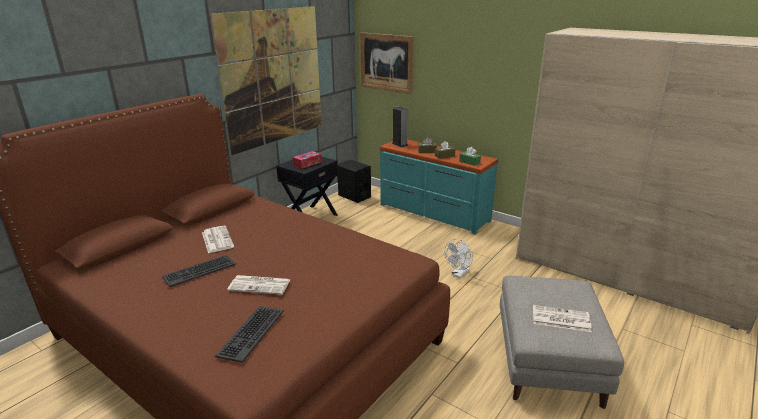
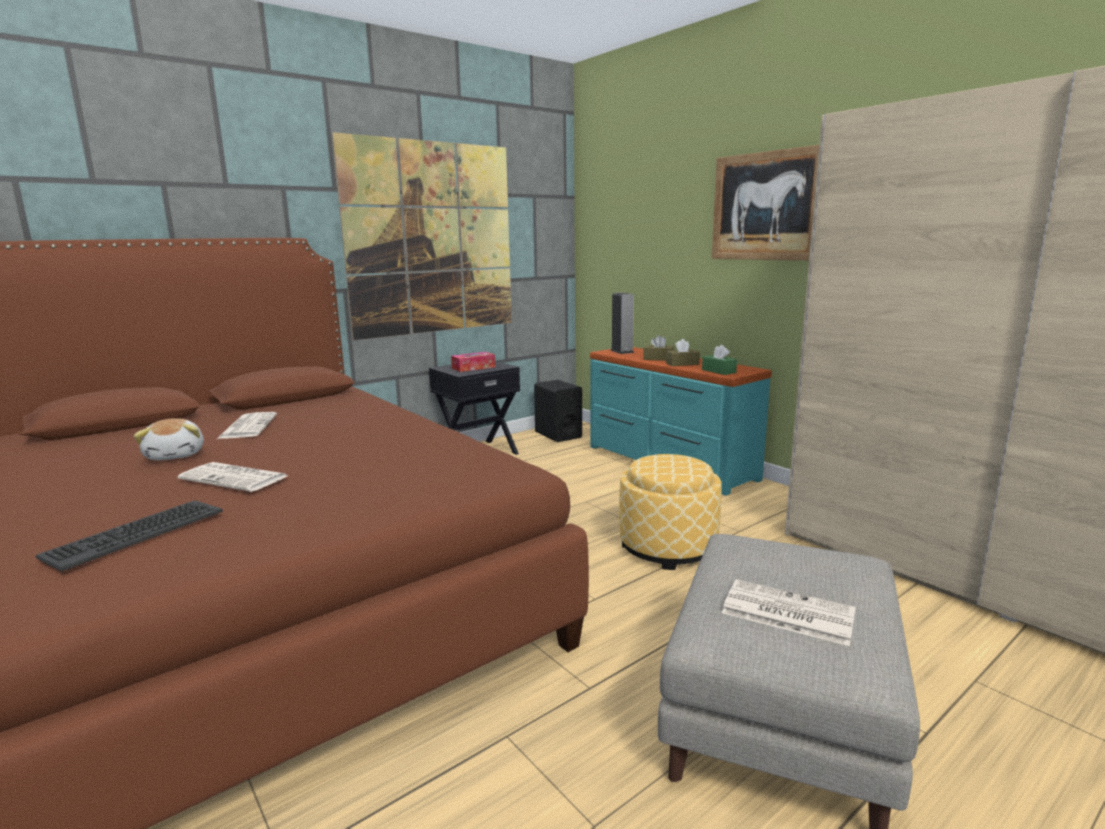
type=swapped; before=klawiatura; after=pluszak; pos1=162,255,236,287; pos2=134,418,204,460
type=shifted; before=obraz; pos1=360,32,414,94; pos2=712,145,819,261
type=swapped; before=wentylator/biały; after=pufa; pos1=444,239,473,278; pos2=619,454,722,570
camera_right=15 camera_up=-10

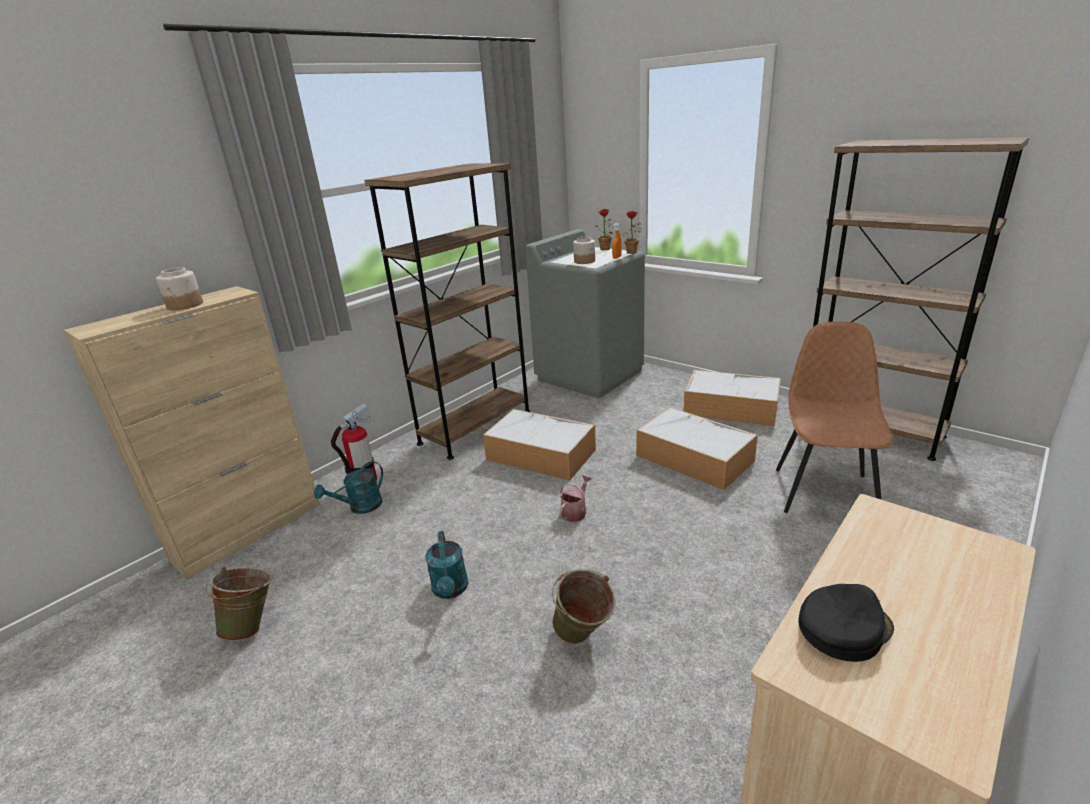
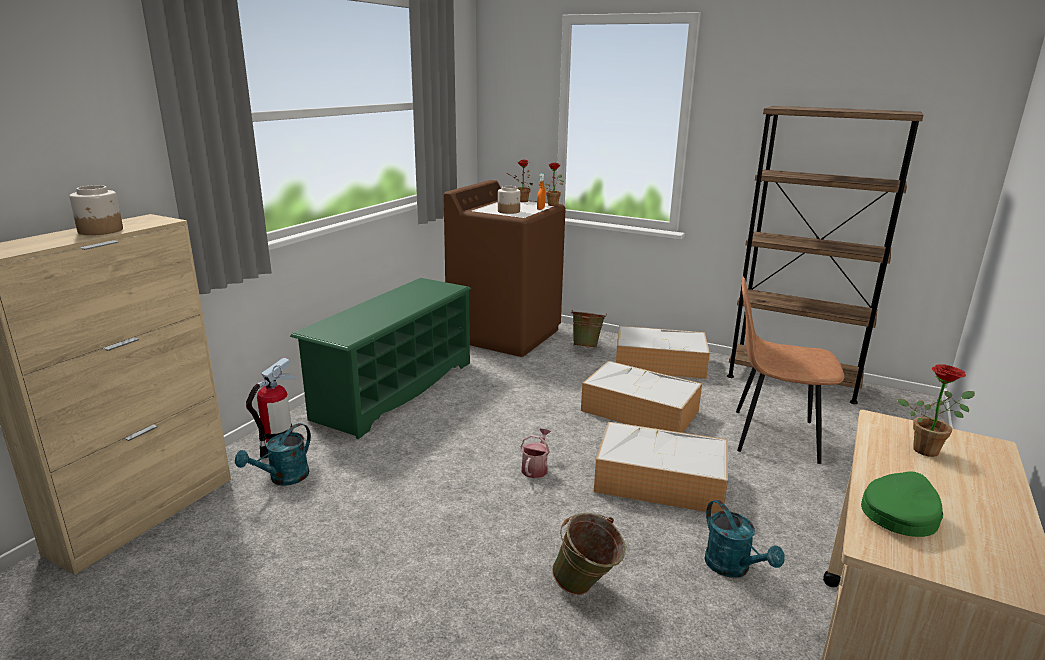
type=shifted; before=wiadro/zielony; pos1=206,567,272,641; pos2=571,310,607,348
type=swapped; before=regał/brązowy; after=regał na buty/zielony; pos1=364,163,530,460; pos2=290,278,472,439
type=shifted; before=konewka/turkusowy; pos1=425,531,468,599; pos2=704,500,785,577
type=shifted; before=pojemnik do przechowywania; pos1=483,409,596,480; pos2=594,422,728,513
type=repainted; before=pralka/szary; after=pralka/brązowy; pos1=525,229,645,398; pos2=444,180,566,357
type=rotated; before=krzesło/brązowy; pos1=776,322,894,513; pos2=736,276,844,464; turn=-75
type=repainted; before=czapka z daszkiem/czarny; after=czapka z daszkiem/zielony; pos1=799,584,894,662; pos2=861,471,943,537
type=new; after=roślina doniczkowa; pos2=897,364,975,457
camera_right=-15 camera_up=-5

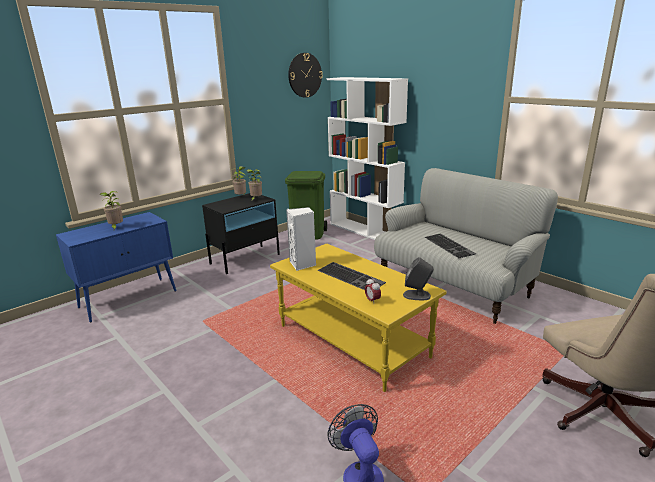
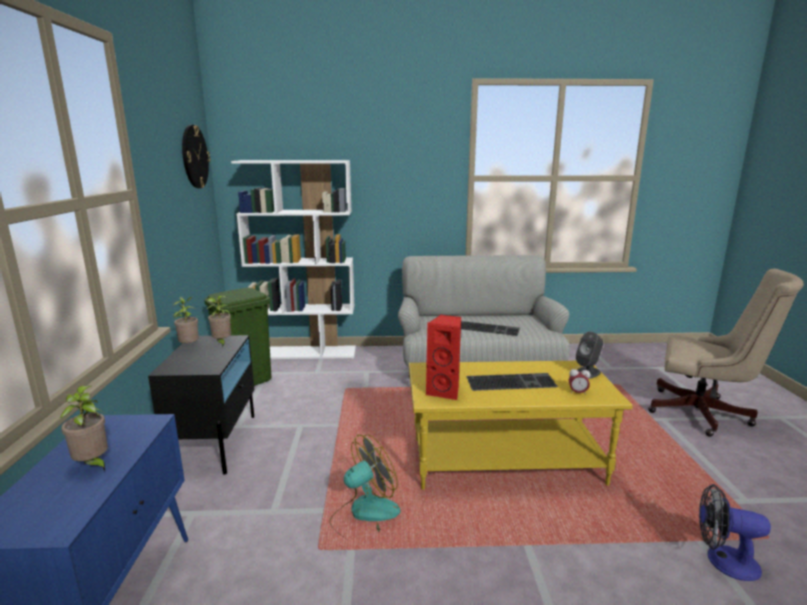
type=repainted; before=głośnik/biały; after=głośnik/czerwony; pos1=286,207,316,271; pos2=426,315,461,400
type=new; after=wentylator; pos2=330,434,400,538
camera_right=-50 camera_up=-5

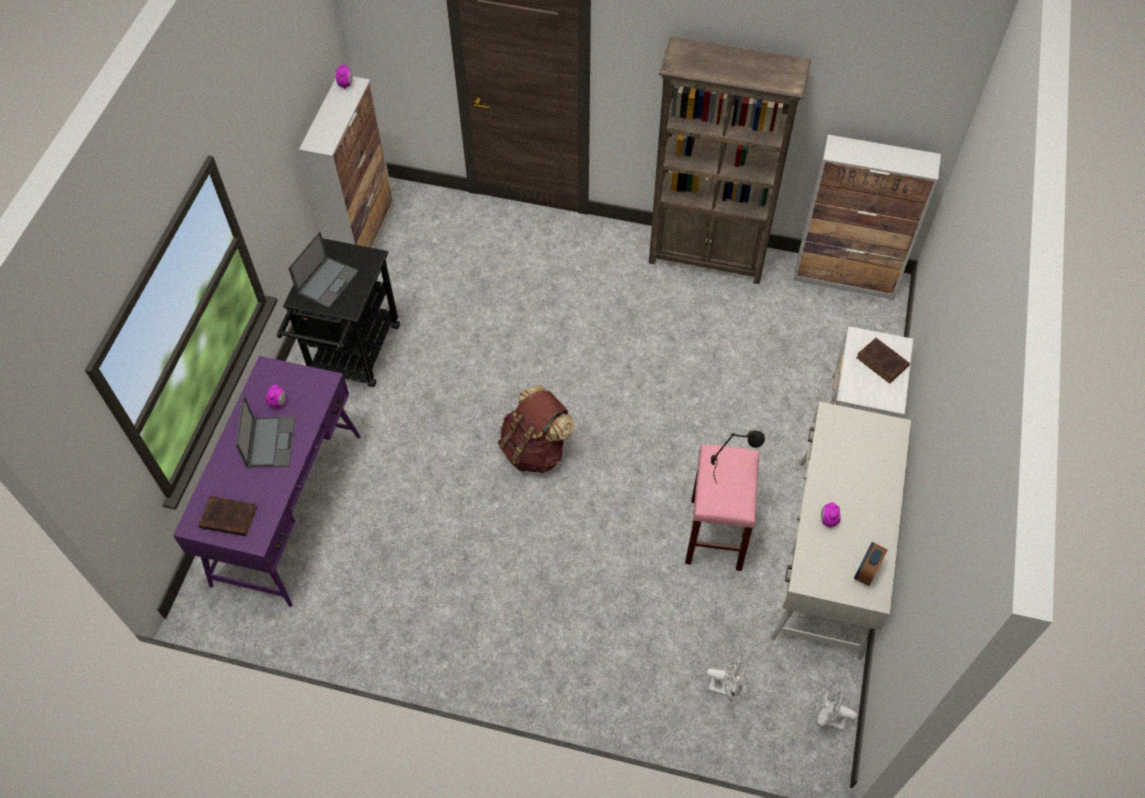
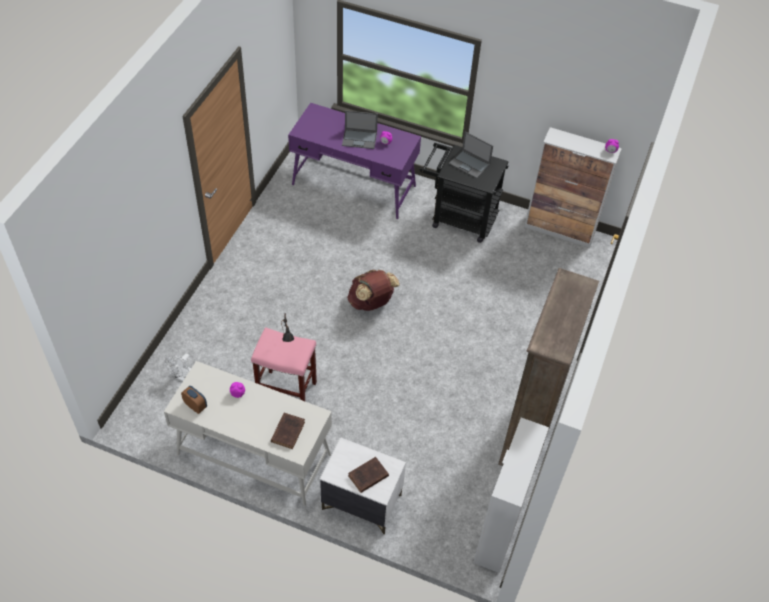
type=shifted; before=książka/brązowy; pos1=199,496,257,536; pos2=271,413,305,449
type=gone; before=wentylator/biały; pos1=814,682,857,731
camera_right=95 camera_up=-5

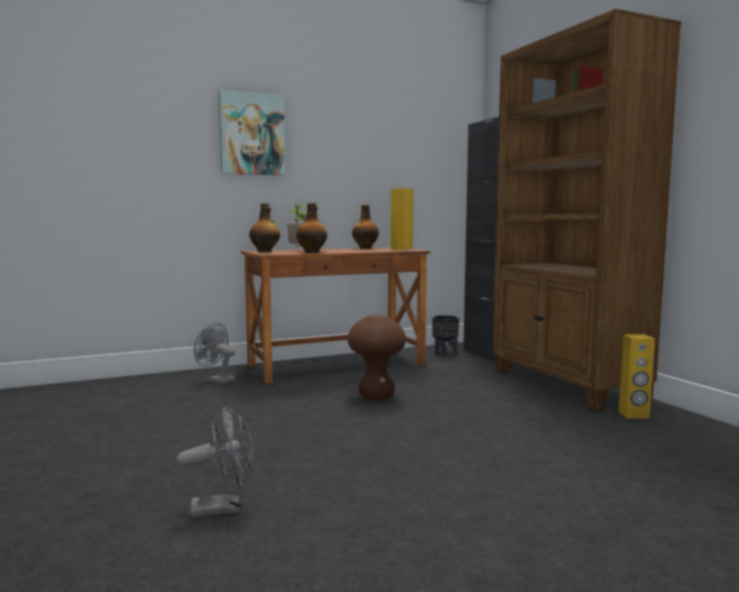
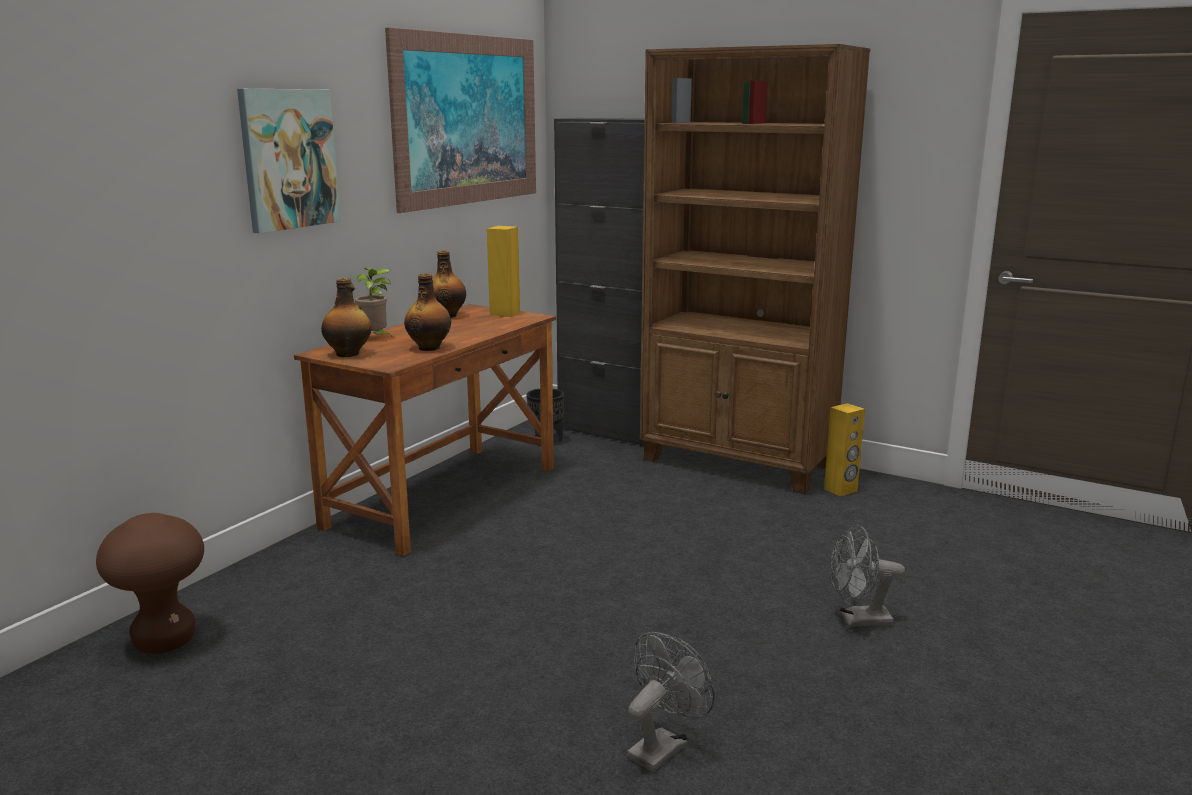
type=shifted; before=wentylator/szary; pos1=194,323,235,384; pos2=830,525,905,627
type=shifted; before=stołek/brązowy; pos1=347,315,406,400; pos2=96,513,204,654
type=new; after=obraz; pos2=385,27,536,213
camera_right=-35 camera_up=10

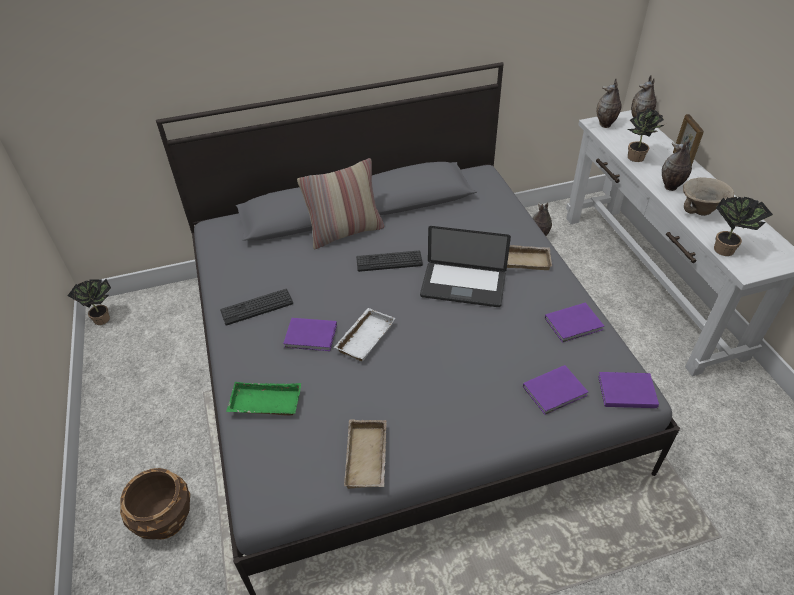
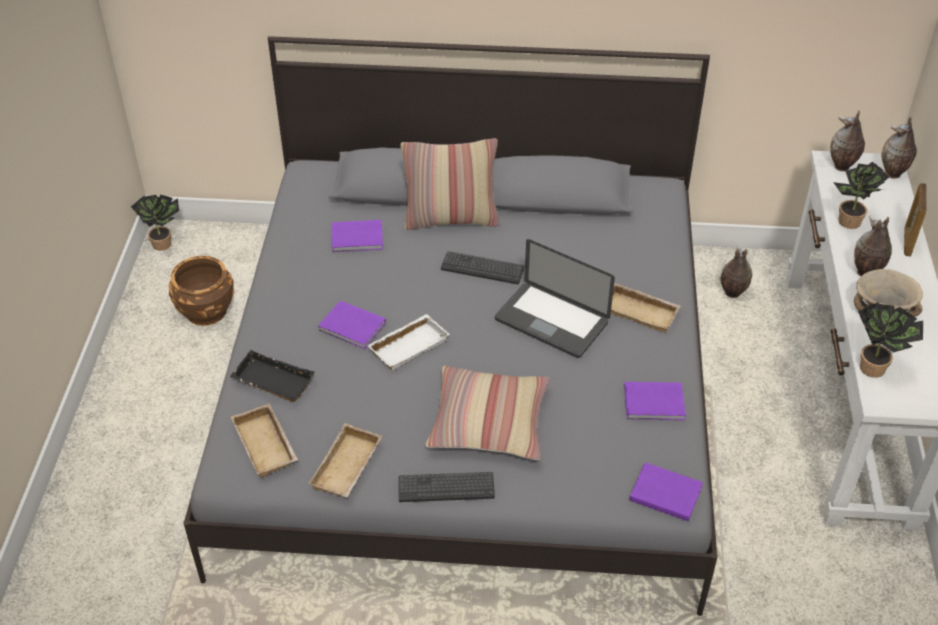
type=shifted; before=donica/brązowy; pos1=120,468,190,540; pos2=169,256,234,326
type=shifted; before=klawiatura; pos1=220,289,293,326; pos2=398,472,495,502
type=repainted; before=taca/zielony; after=taca/czarny; pos1=226,382,301,416; pos2=229,350,315,402
type=shifted; before=książka/fioletowy; pos1=523,365,588,415; pos2=332,220,383,252
type=new; after=taca/beżowy; pos2=231,403,298,478
type=new; after=poduszka; pos2=425,366,550,460
camera_right=20 camera_up=0

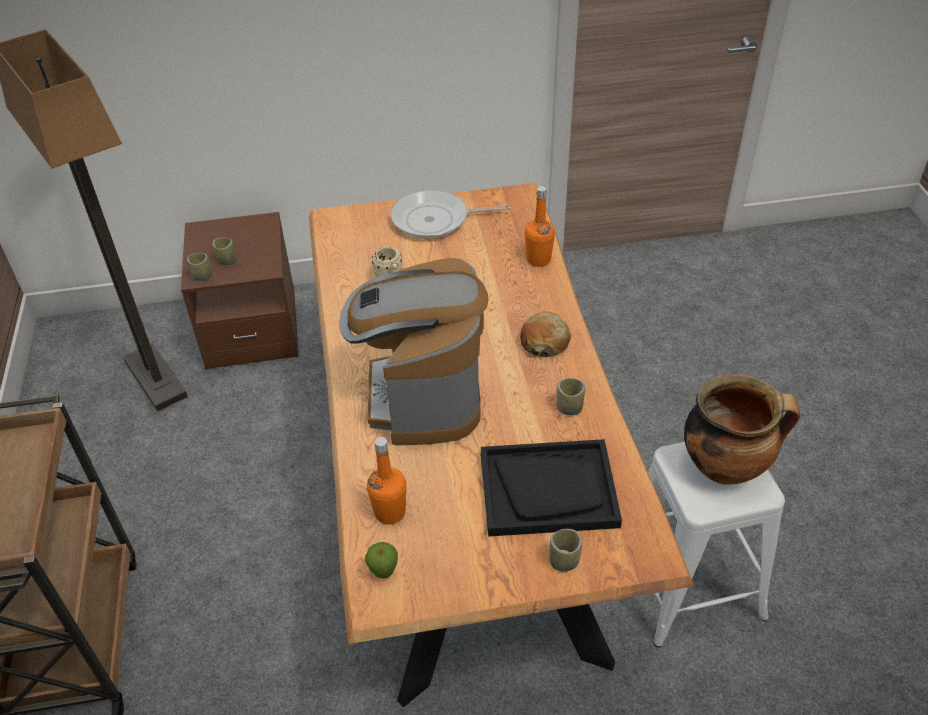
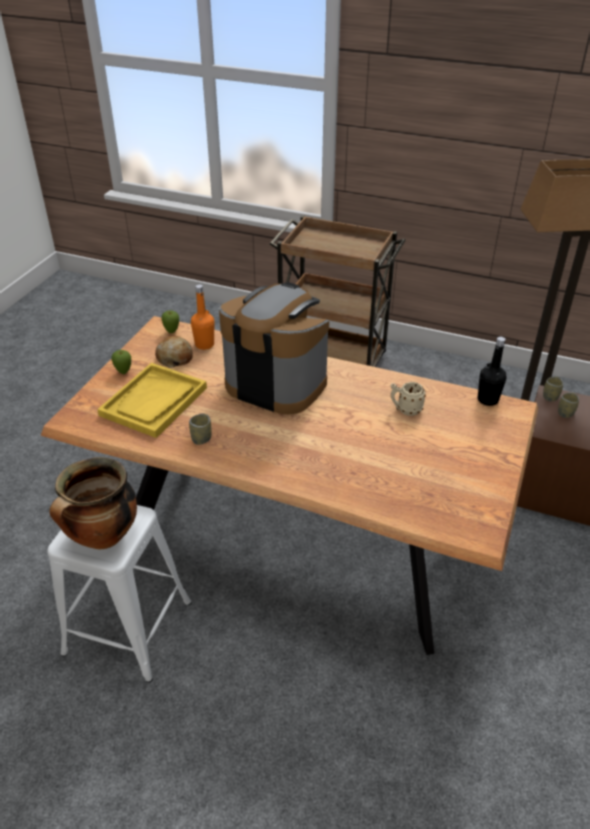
type=gone; before=patelnia; pos1=390,190,510,239
type=repainted; before=taca/czarny; after=taca/żółty; pos1=481,439,622,536; pos2=97,363,207,438
type=shifted; before=chleb; pos1=520,311,571,357; pos2=155,336,193,368
type=gone; before=butelka/pomarańczowy; pos1=525,186,555,267
type=gone; before=filiżanka; pos1=549,529,582,572
type=new; after=jabłko; pos2=111,350,131,374
type=new; after=butelka/czarny; pos2=478,337,506,406
camera_right=120 camera_up=-5

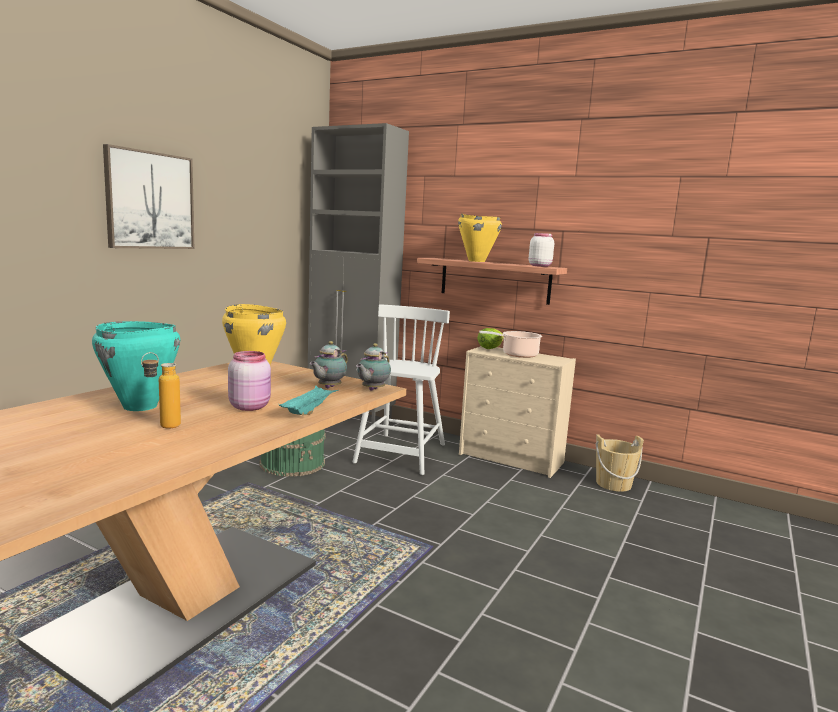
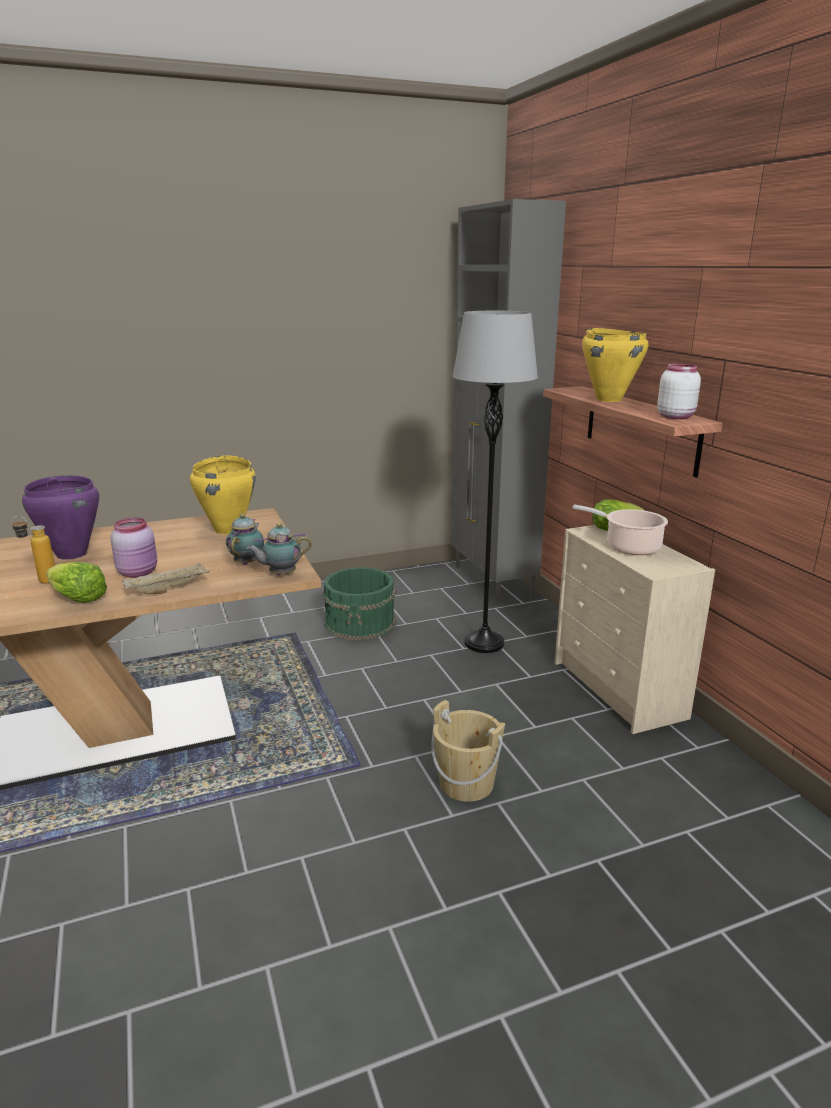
type=repainted; before=garnek/turkusowy; after=garnek/fioletowy; pos1=92,321,180,411; pos2=22,475,99,560
type=gone; before=obraz; pos1=103,144,194,249
type=repainted; before=taca/turkusowy; after=taca/beżowy; pos1=279,385,338,415; pos2=122,562,210,594
type=rotated; before=imbryk; pos1=309,341,348,388; pos2=226,514,264,565; turn=120
type=swapped; before=krzesło/biały; after=lampa stojąca/szary; pos1=353,304,450,475; pos2=453,311,538,653
type=shifted; before=wiadro/beżowy; pos1=596,434,644,492; pos2=432,700,505,802
type=new; after=sałata; pos2=46,562,107,603
camera_right=40 camera_up=10

